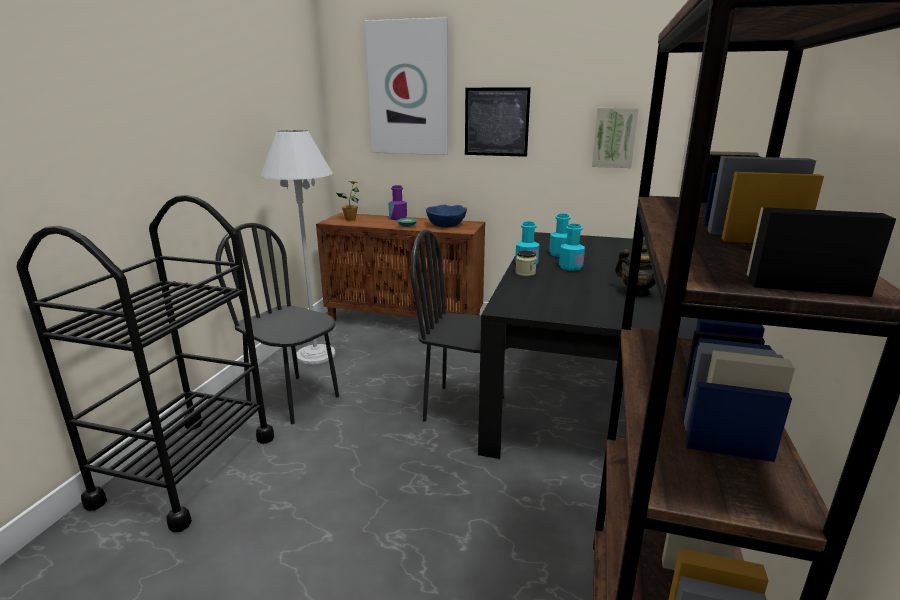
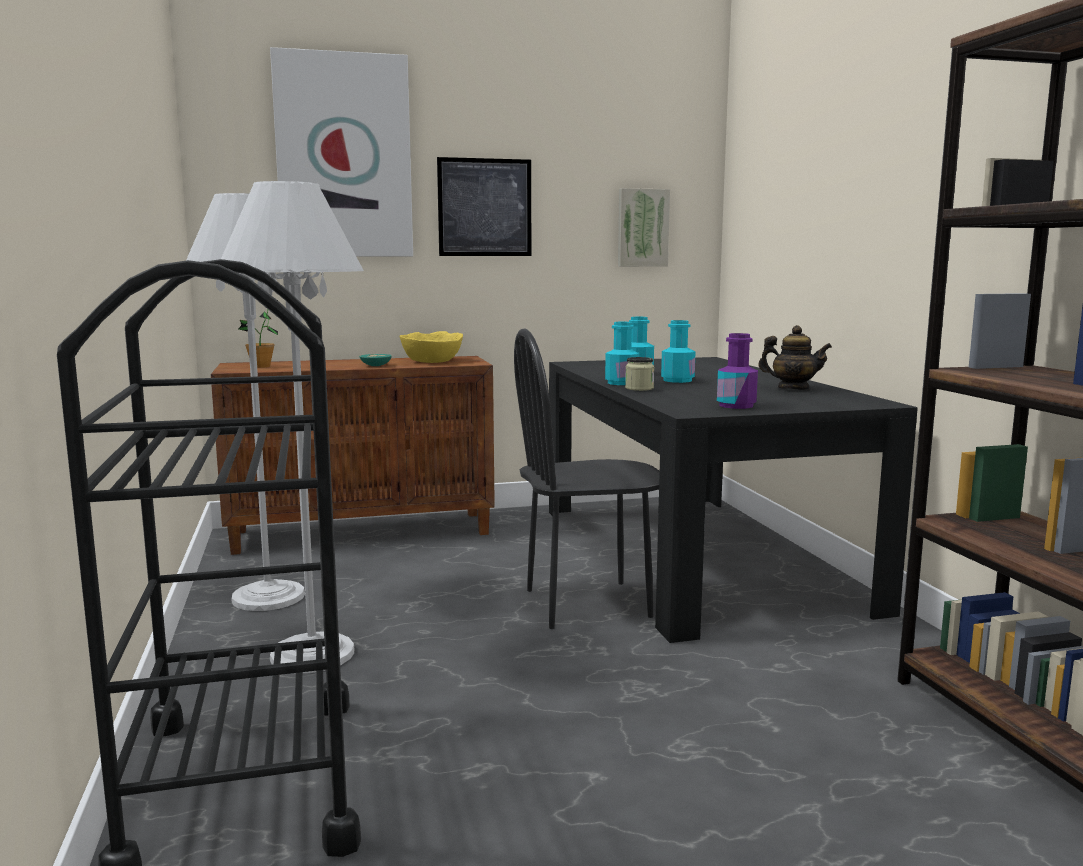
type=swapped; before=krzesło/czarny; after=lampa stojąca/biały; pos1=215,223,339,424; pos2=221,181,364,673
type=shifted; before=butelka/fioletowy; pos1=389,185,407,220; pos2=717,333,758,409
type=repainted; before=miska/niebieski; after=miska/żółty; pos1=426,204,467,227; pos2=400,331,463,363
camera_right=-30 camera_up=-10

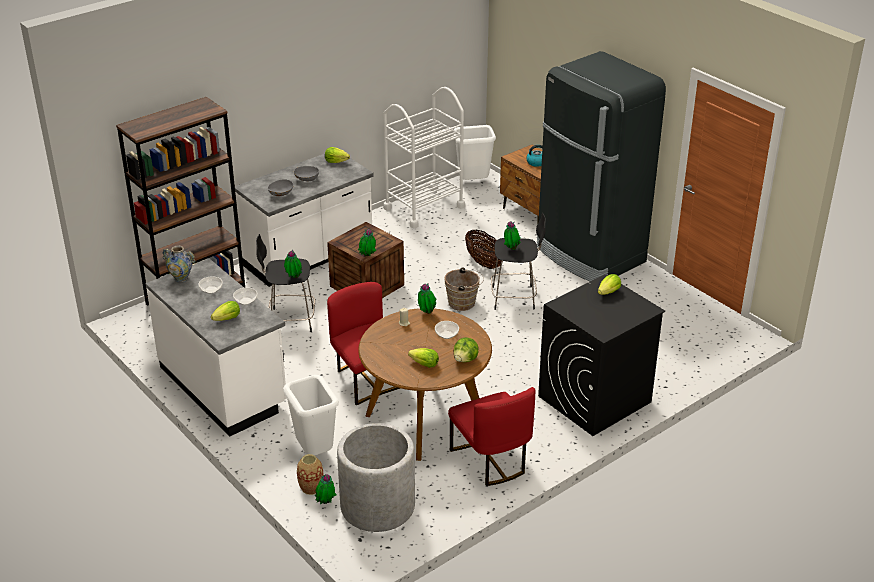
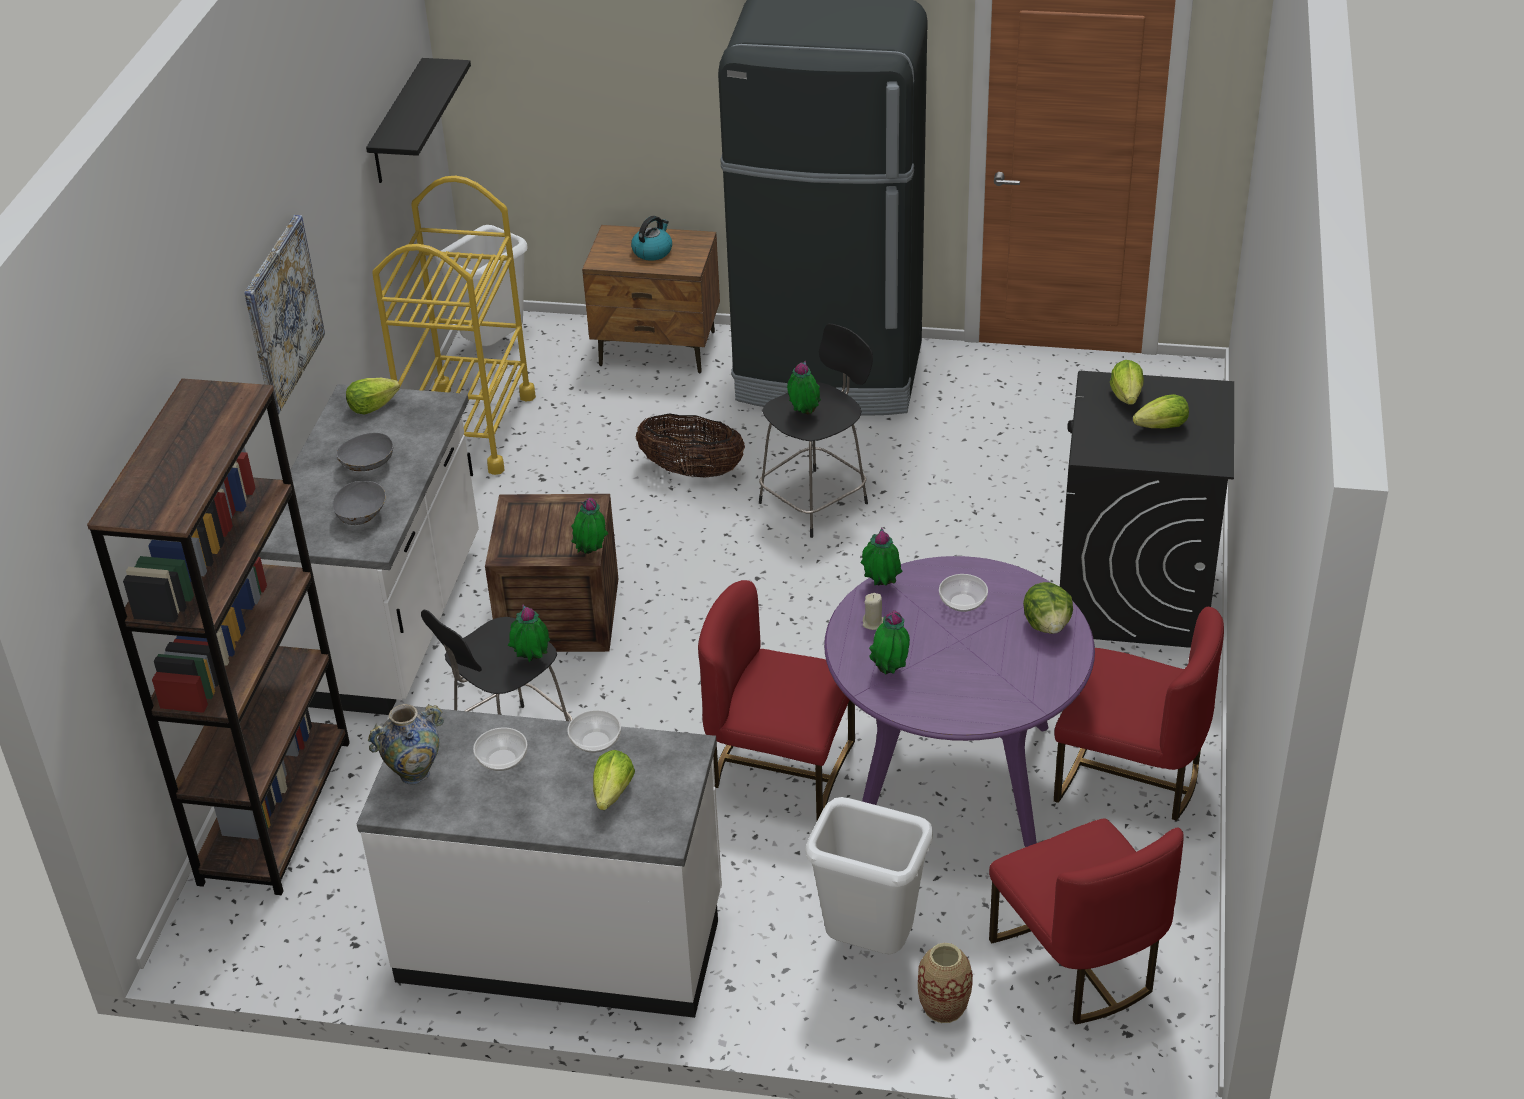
type=shifted; before=roślina doniczkowa; pos1=315,474,336,504; pos2=869,610,910,674
type=swapped; before=donica/szary; after=krzesło/czerwony; pos1=337,423,415,532; pos2=989,819,1184,1025
type=repainted; before=stół jadalny/brązowy; after=stół jadalny/fioletowy; pos1=358,308,492,461; pos2=824,556,1095,847
type=repainted; before=wózek/biały; after=wózek/żółty; pos1=383,87,465,228; pos2=372,176,536,475
type=shifted; before=sałata; pos1=408,348,439,368; pos2=1133,394,1189,429
type=gone; before=wiadro/brązowy; pos1=445,268,484,311
type=new; after=obraz; pos2=244,215,325,415
type=new; after=półka/czarny; pos2=366,58,471,183
camera_right=-40 camera_up=5

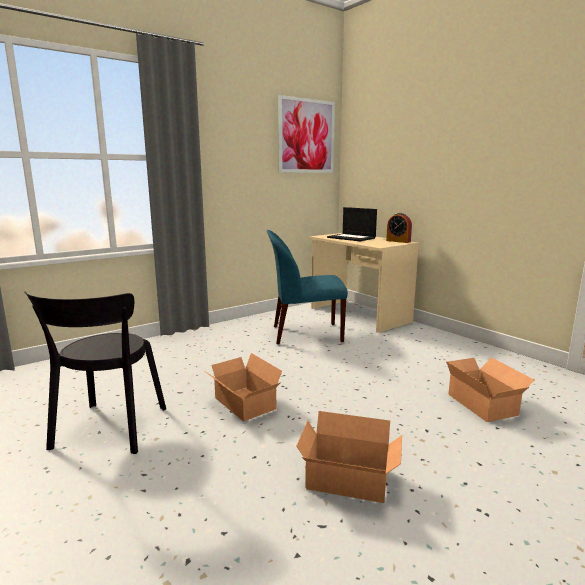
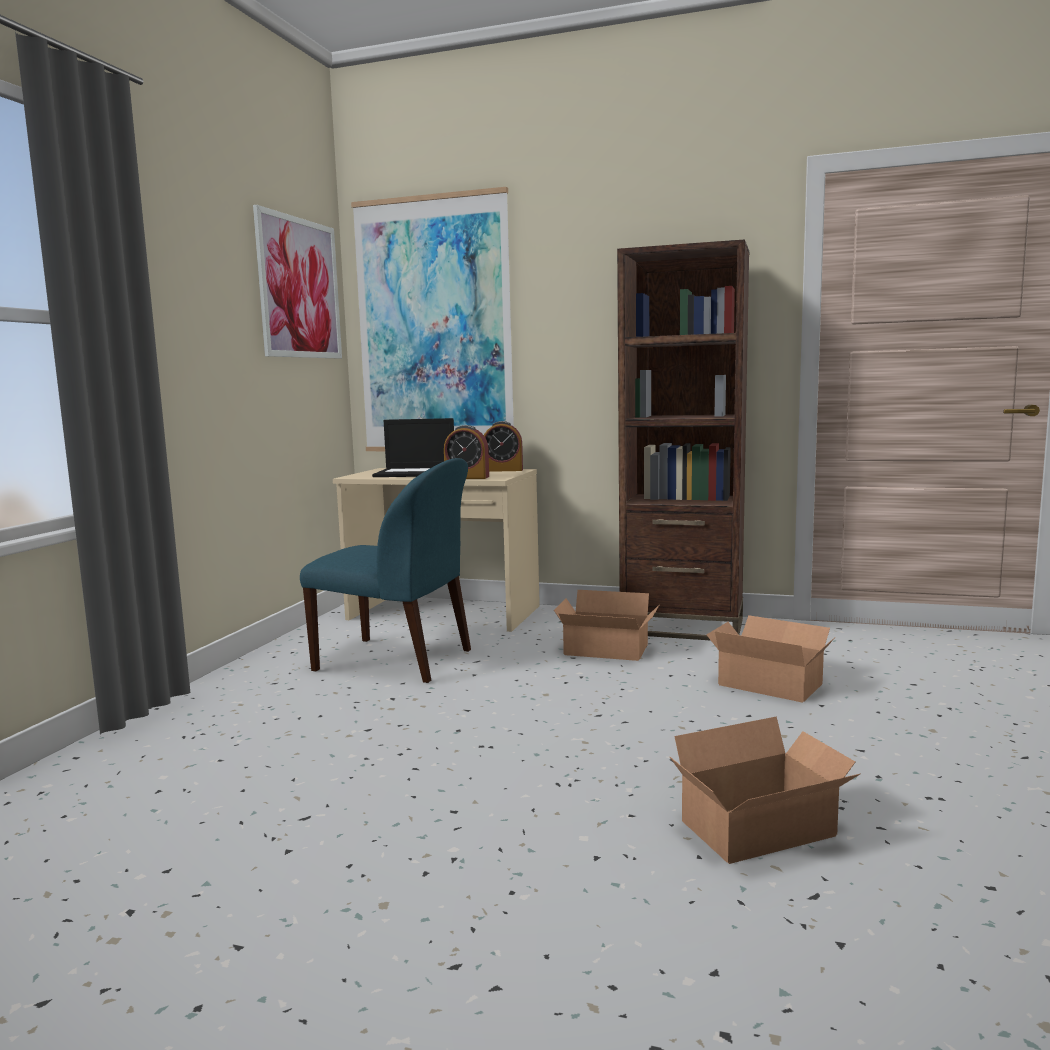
type=gone; before=krzesło/czarny; pos1=24,291,166,454
type=shifted; before=karton; pos1=203,353,282,422; pos2=554,590,660,661
type=rotated; before=krzesło/niebieski; pos1=267,230,348,344; pos2=300,458,471,683; turn=-120
type=new; after=obraz; pos2=351,187,514,451
type=new; after=budzik; pos2=444,425,489,479
type=new; after=regał/brązowy; pos2=617,239,750,641
camera_right=-35 camera_up=-5

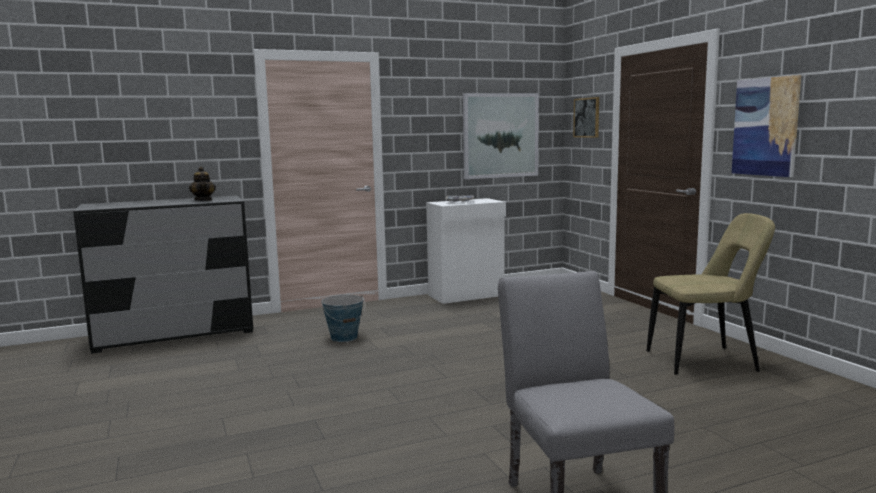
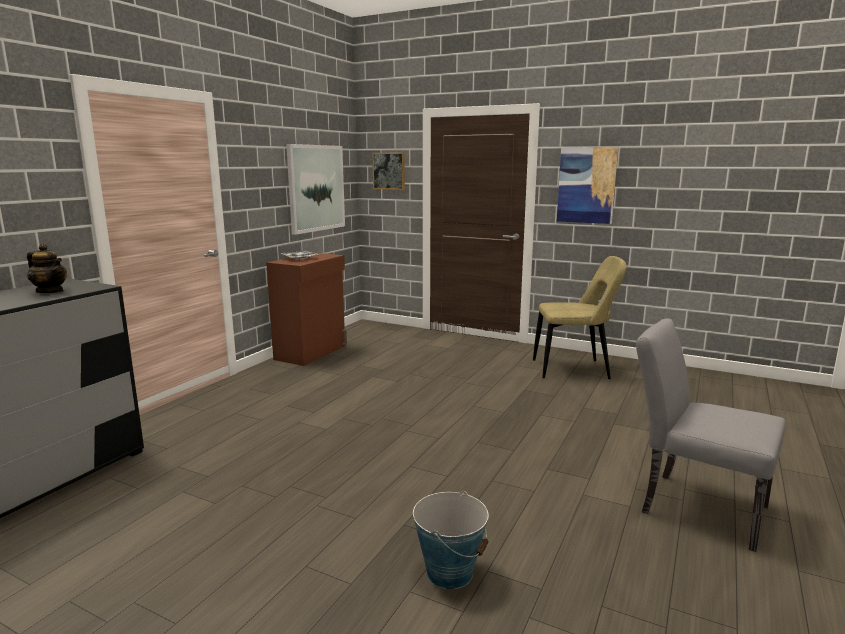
type=shifted; before=wiadro; pos1=321,295,365,342; pos2=413,491,489,589
type=repainted; before=szafka/biały; after=szafka/brązowy; pos1=426,198,506,304; pos2=266,253,347,366
type=rotated; before=krzesło/beżowy; pos1=647,213,775,375; pos2=533,256,627,379; turn=45
camera_right=-40 camera_up=5

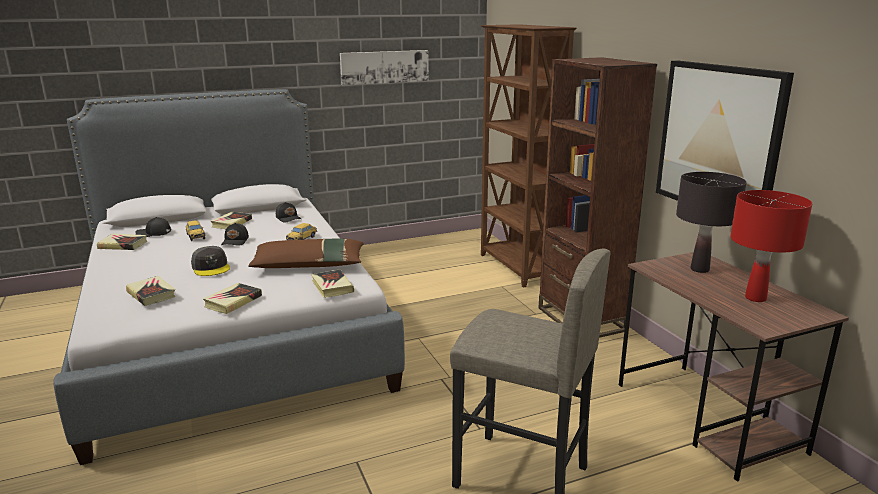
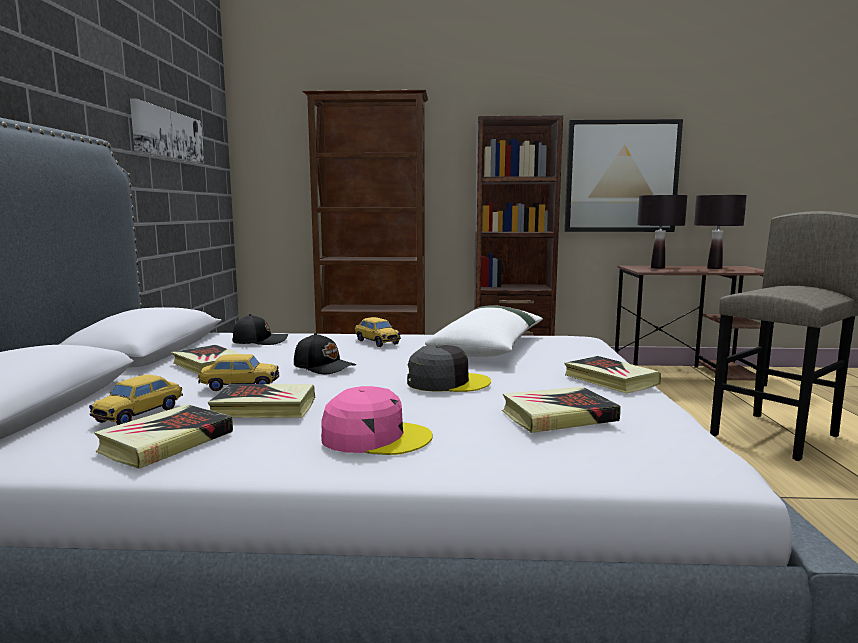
type=swapped; before=czapka z daszkiem/czarny; after=samochodzik; pos1=135,217,171,237; pos2=89,374,183,425
type=repainted; before=poduszka/brązowy; after=poduszka/biały; pos1=248,238,364,268; pos2=425,305,543,357
type=shifted; before=książka; pos1=311,269,354,298; pos2=208,384,315,418
type=repainted; before=lampa stołowa/czerwony; after=lampa stołowa/czarny; pos1=730,190,812,302; pos2=694,195,747,269
type=new; after=czapka z daszkiem/różowy; pos2=321,386,433,455
camera_right=-65 camera_up=-10

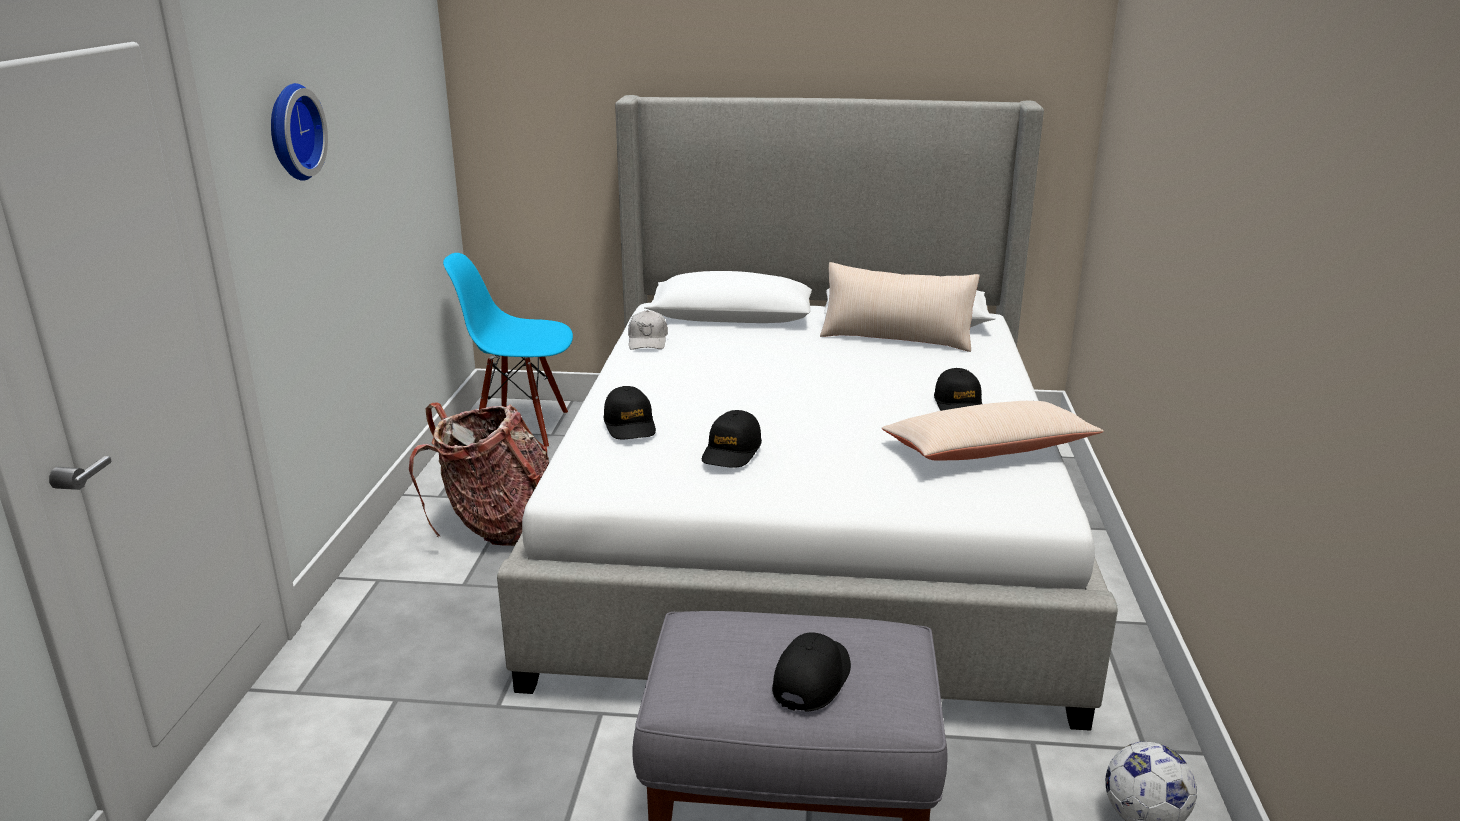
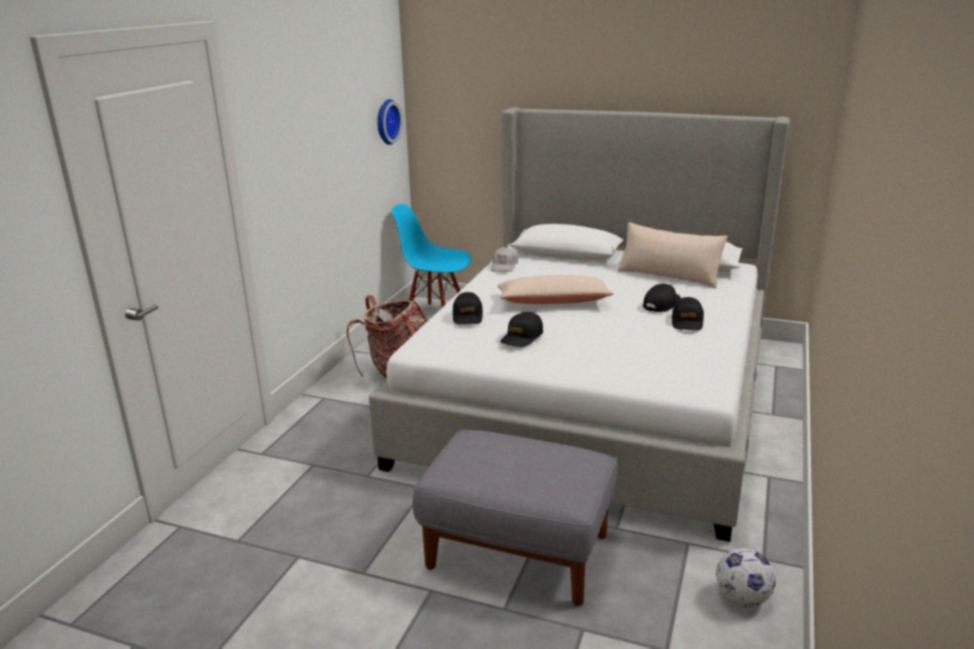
type=shifted; before=zegar ścienny; pos1=271,83,328,181; pos2=377,99,402,145
type=shifted; before=czapka z daszkiem/czarny; pos1=772,632,851,712; pos2=643,284,681,312
type=shifted; before=poduszka/beżowy; pos1=882,401,1104,461; pos2=497,275,614,304
camera_right=15 camera_up=0

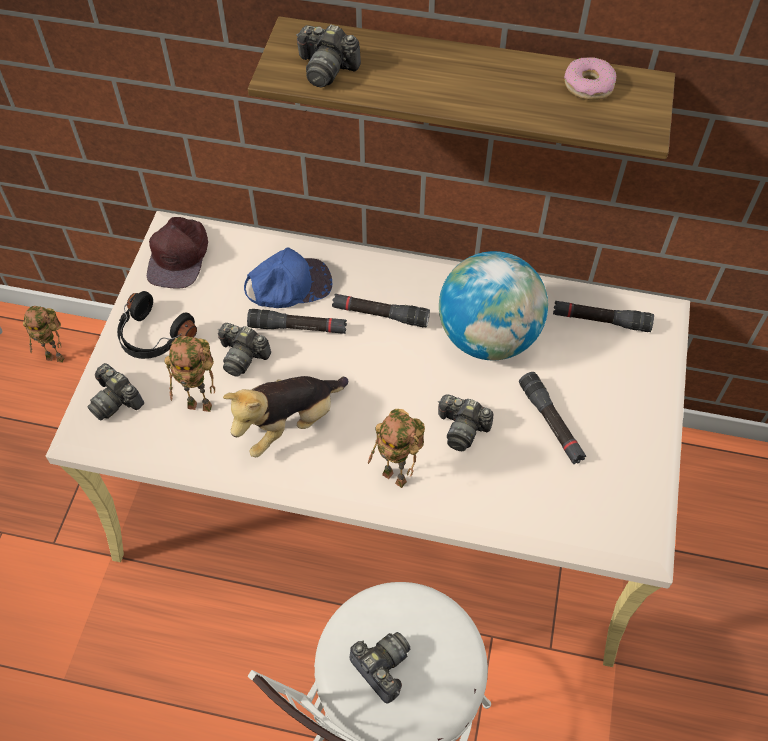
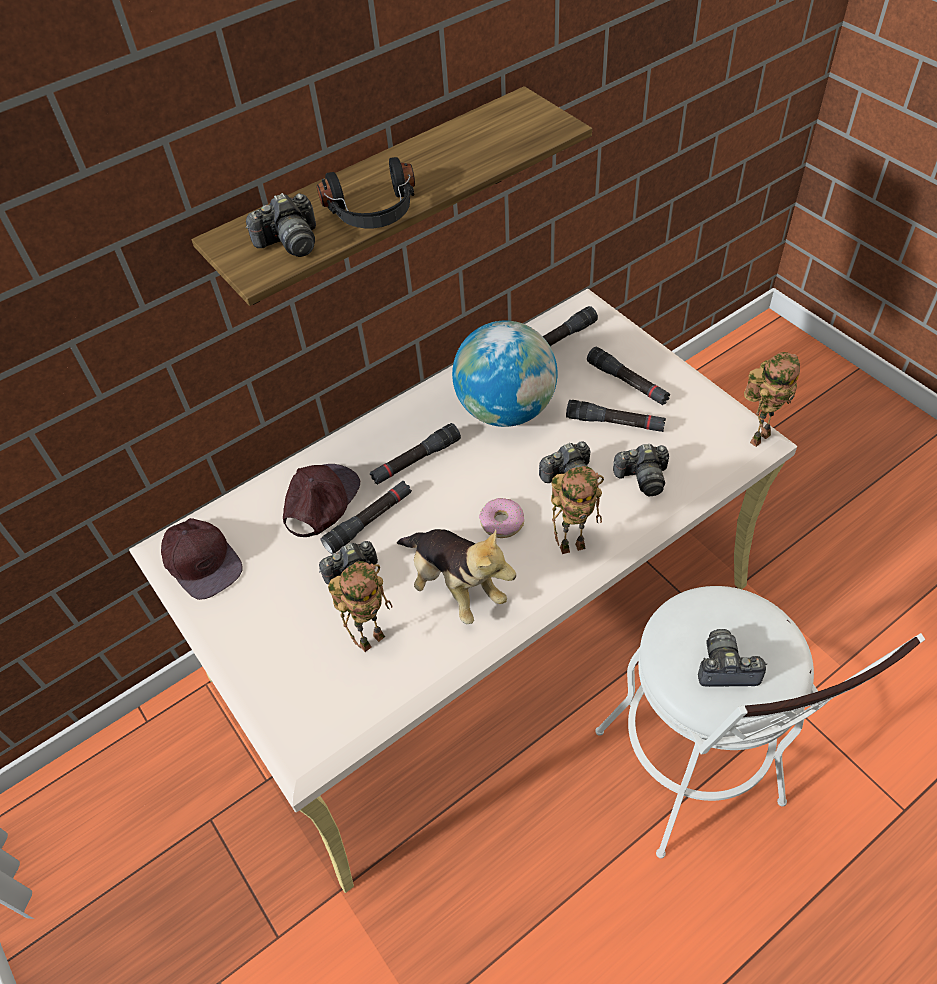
type=shifted; before=robot zabawkowy; pos1=23,306,64,363; pos2=744,352,800,447
type=shifted; before=aparat fotograficzny; pos1=88,363,144,420; pos2=613,444,669,496
type=shifted; before=słuchawki/czarny; pos1=117,291,197,359; pos2=317,157,415,228
type=rotated; before=pluszak; pos1=223,376,348,457; pos2=397,529,516,624; turn=-45
type=repainted; before=czapka z daszkiem/niebieski; after=czapka z daszkiem/brązowy; pos1=244,248,332,308; pos2=283,464,360,537
type=shifted; before=donut; pos1=564,57,616,100; pos2=479,498,524,538
type=new; after=latarka/czarny; pos2=587,347,670,405
camera_right=-45 camera_up=-5

